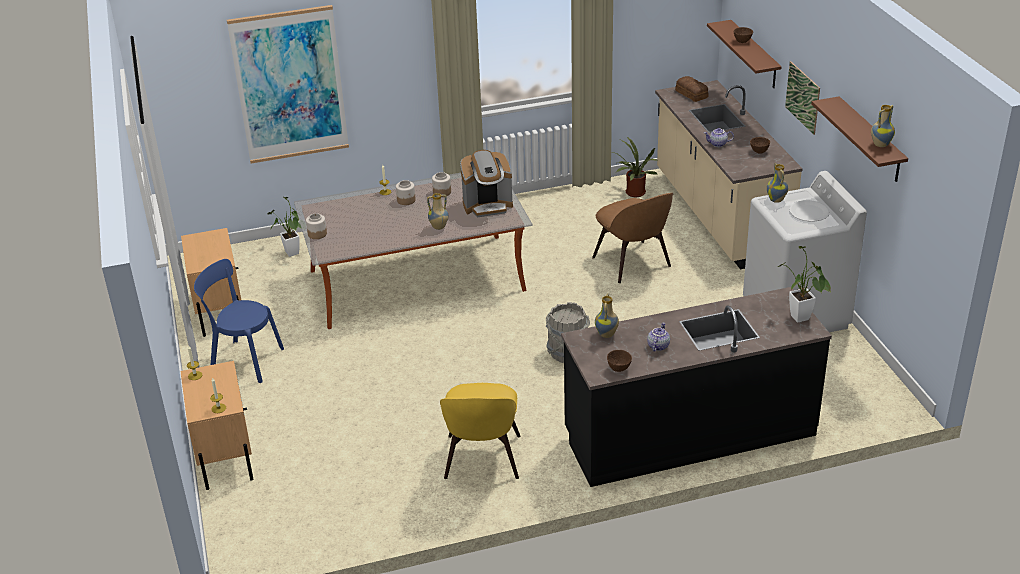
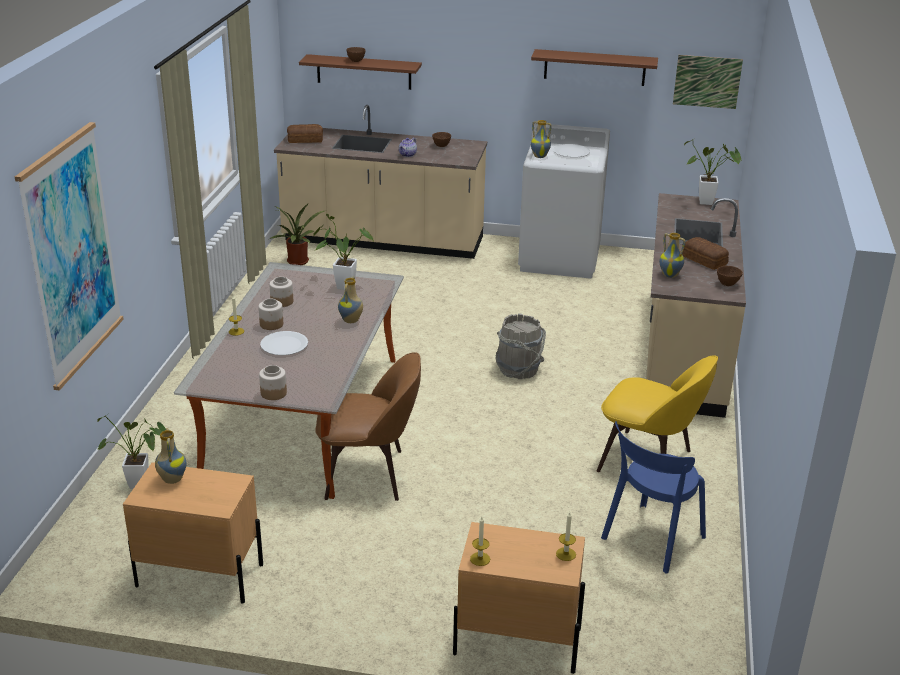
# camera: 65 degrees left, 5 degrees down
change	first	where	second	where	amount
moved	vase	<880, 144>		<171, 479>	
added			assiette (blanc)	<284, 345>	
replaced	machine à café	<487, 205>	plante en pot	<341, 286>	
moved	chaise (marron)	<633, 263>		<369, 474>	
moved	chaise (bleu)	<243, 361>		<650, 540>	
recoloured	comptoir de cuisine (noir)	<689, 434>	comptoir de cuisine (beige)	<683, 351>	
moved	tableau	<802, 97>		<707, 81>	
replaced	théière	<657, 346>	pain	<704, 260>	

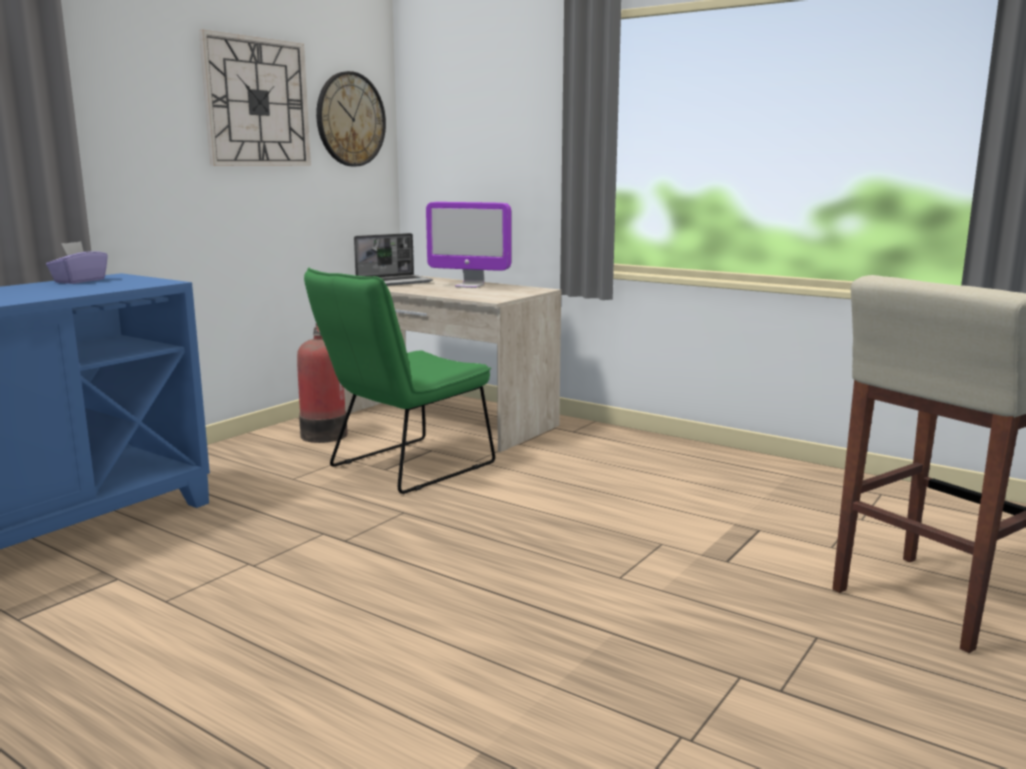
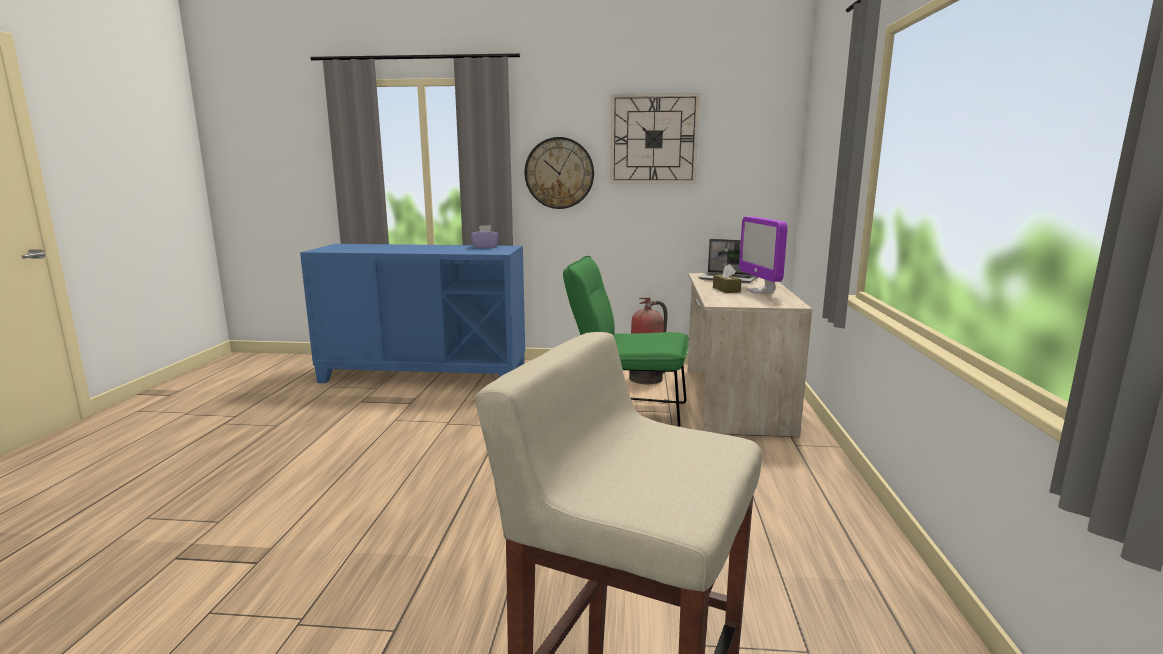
# camera: 60 degrees right, 0 degrees up
change	first	where	second	where	amount
moved	horloge murale	<350, 119>		<559, 173>	
added			boîte à mouchoirs (marron)	<726, 290>	

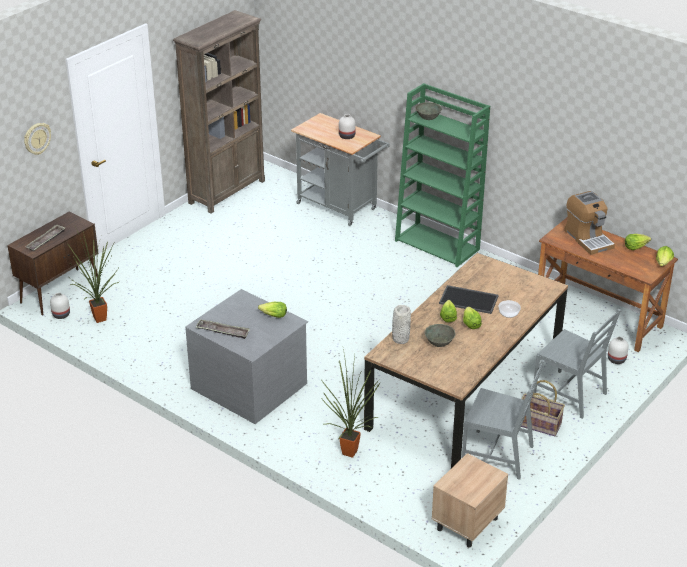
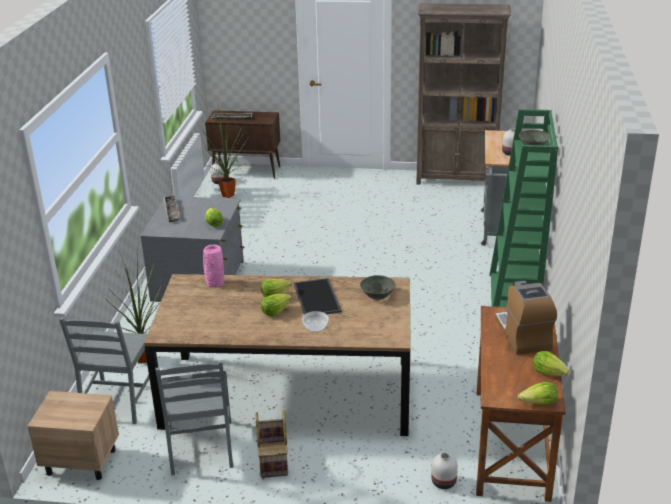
# camera: 60 degrees right, 5 degrees down
change	first	where	second	where	amount
moved	chaise (gris)	<570, 394>		<119, 401>	
recoloured	vase (gris)	<400, 339>	vase (rose)	<214, 282>	
moved	bol (gris)	<439, 342>		<378, 295>	
turned	machine à café	<588, 239>		<523, 335>	135 degrees clockwise
removed	horloge murale	<37, 138>			

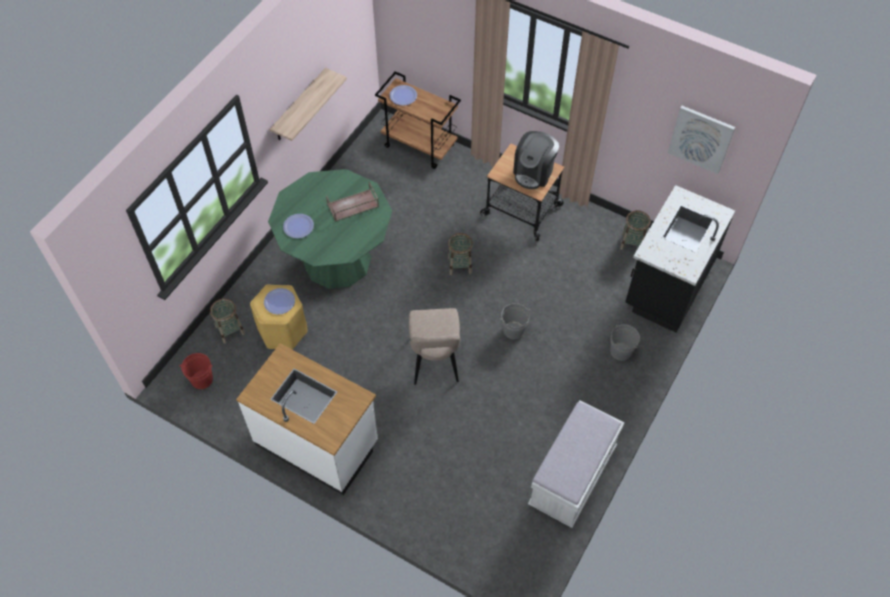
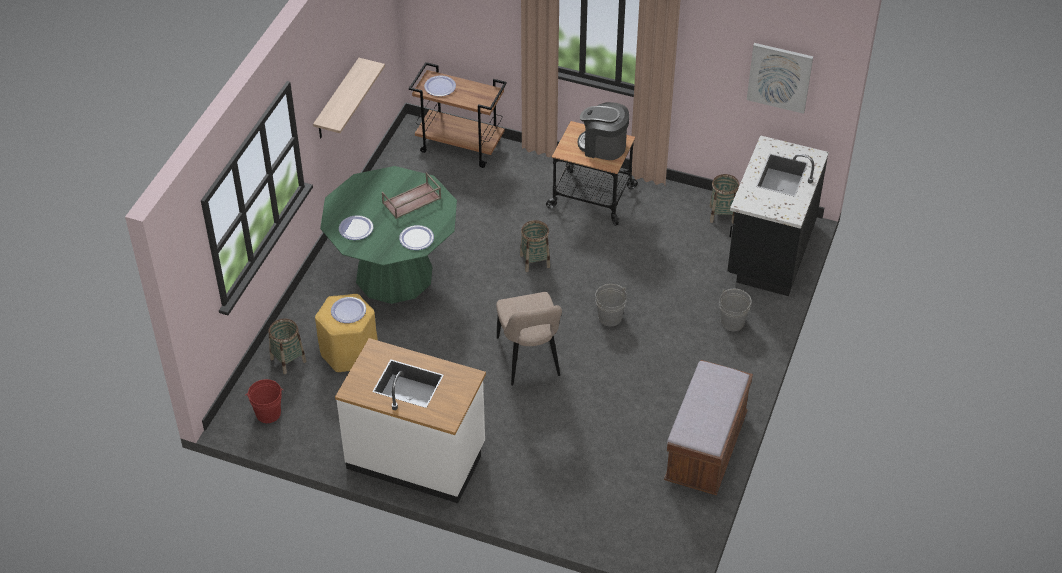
# camera: 10 degrees left, 10 degrees down
change	first	where	second	where	amount
added			assiette	<416, 238>	
turned	machine à café	<534, 172>		<603, 146>	90 degrees clockwise
recoloured	banc (blanc)	<572, 476>	banc (marron)	<706, 449>	

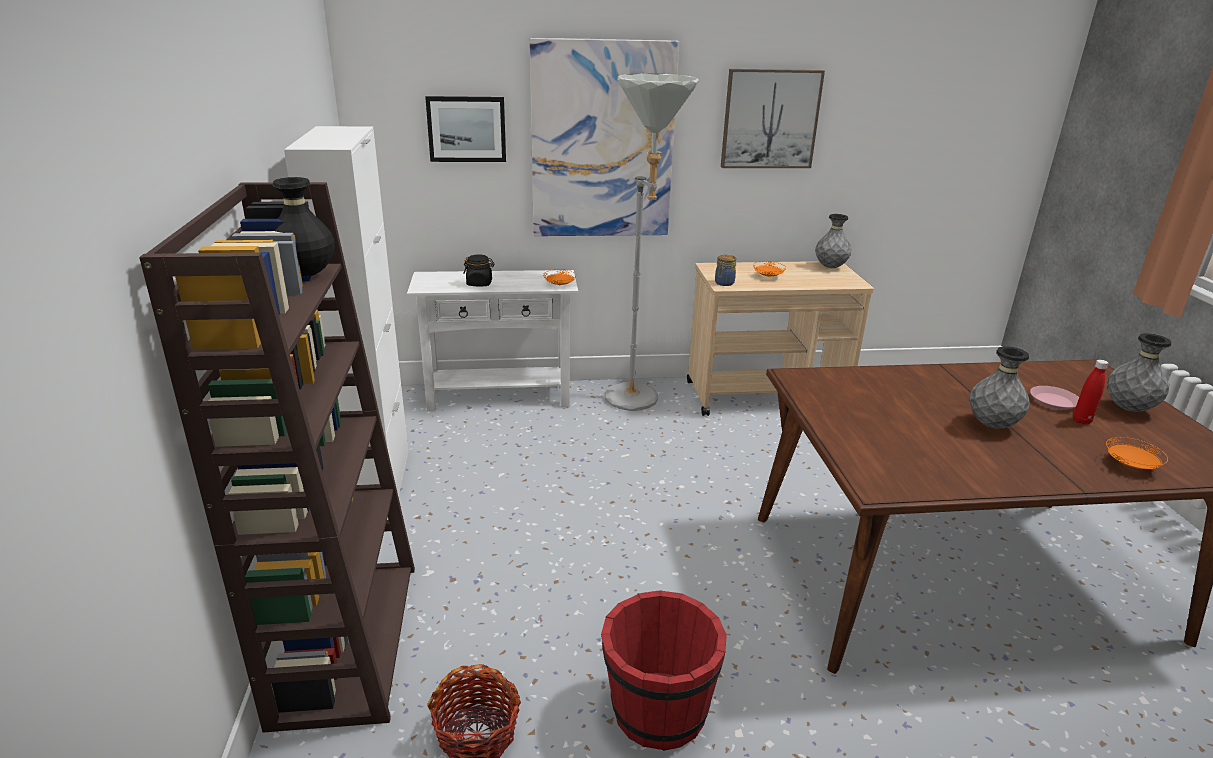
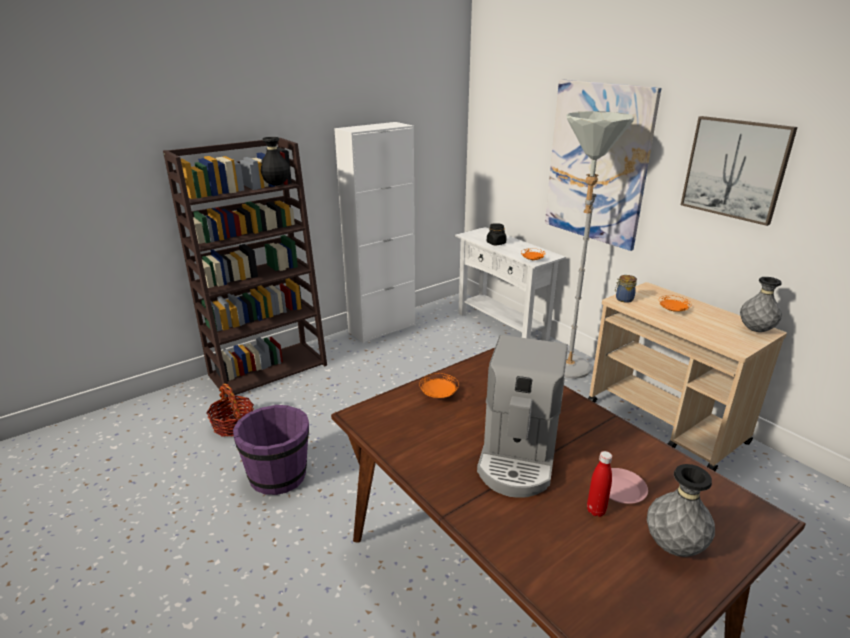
# camera: 60 degrees right, 0 degrees up
change	first	where	second	where	amount
recoloured	seau (rouge)	<658, 710>	seau (violet)	<278, 475>	
moved	assiette (orange)	<1130, 466>		<438, 395>	
replaced	vase (gris)	<991, 425>	machine à café	<518, 455>	
removed	tableau	<466, 129>			

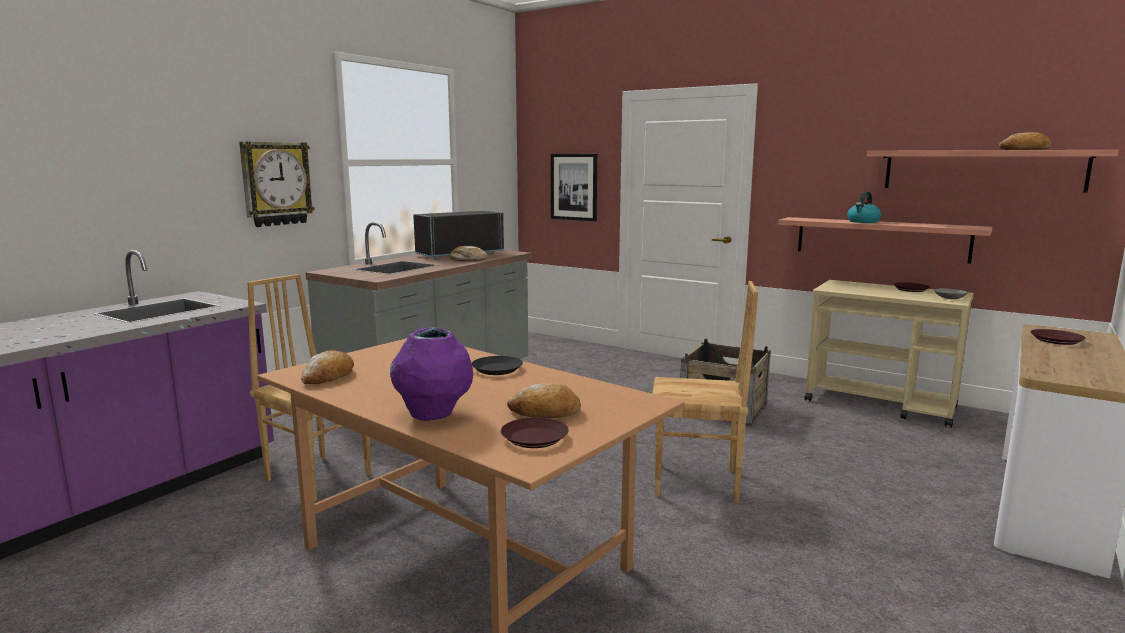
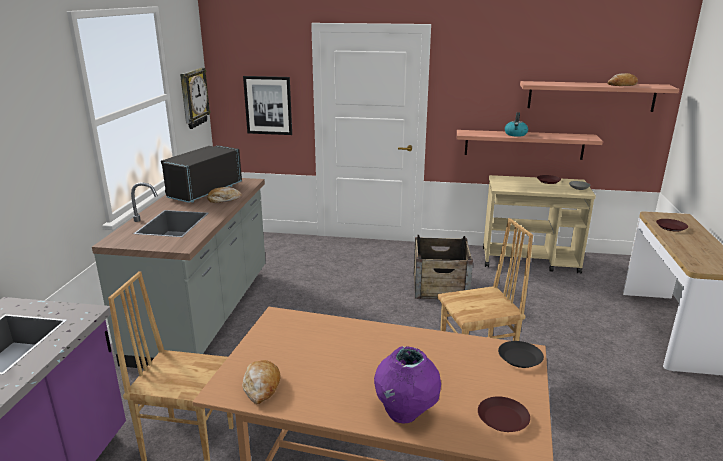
# camera: 25 degrees left, 10 degrees up
change	first	where	second	where	amount
moved	horloge murale	<276, 183>		<193, 98>	
moved	assiette (noir)	<497, 369>		<520, 358>	
removed	pain	<545, 412>			

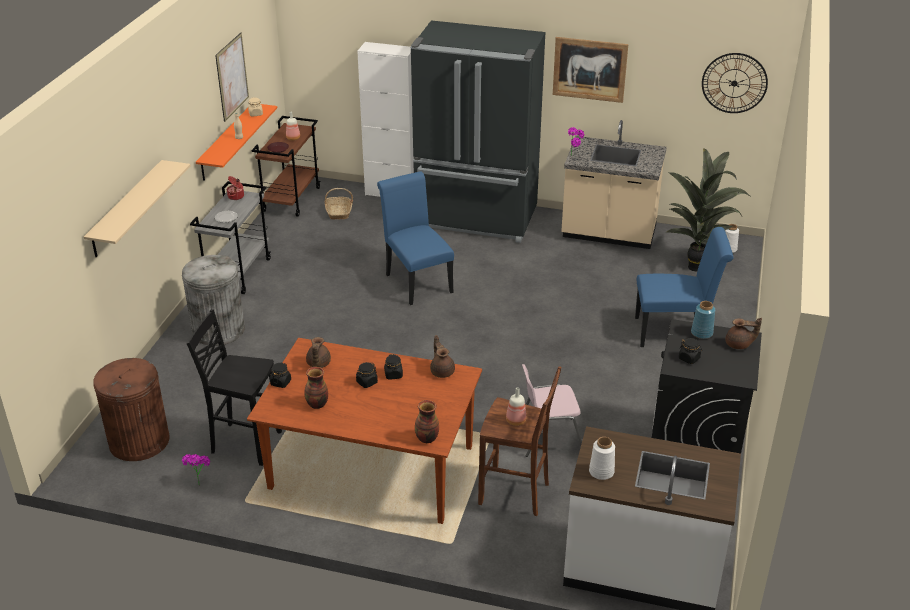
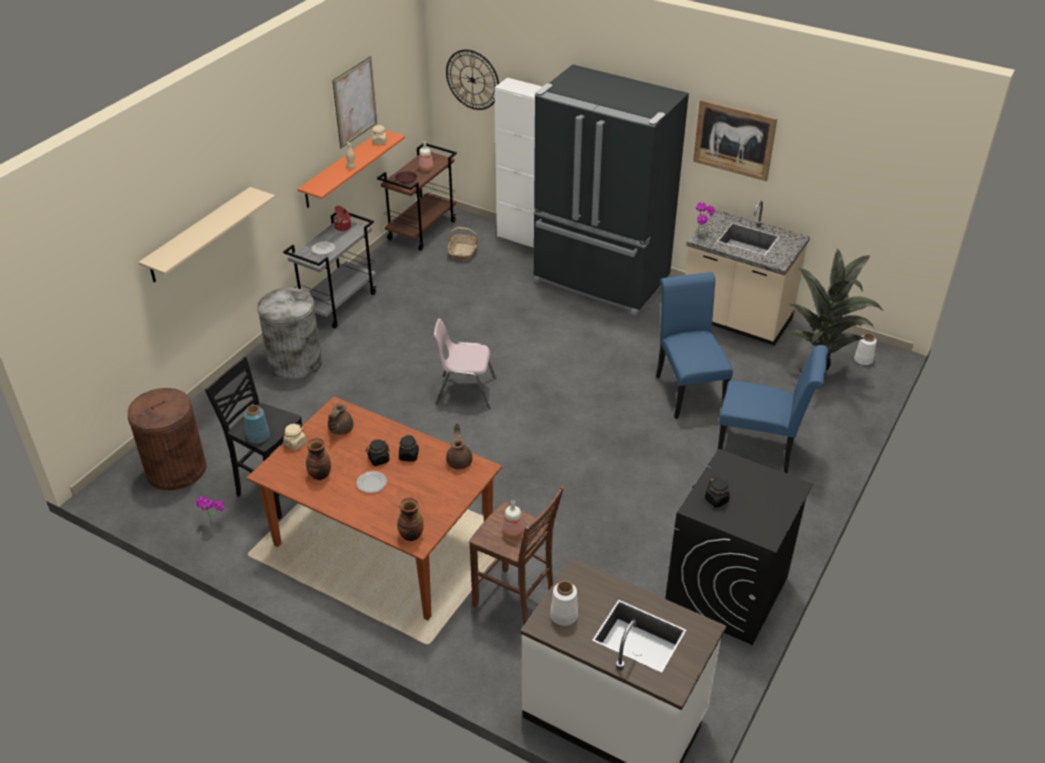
# camera: 15 degrees right, 5 degrees up
change	first	where	second	where	amount
moved	vase (bleu)	<701, 333>		<258, 436>	
recoloured	bocal (noir)	<281, 382>	bocal (beige)	<295, 443>	
added			assiette	<371, 483>	
moved	chaise (rose)	<548, 437>		<465, 391>	
moved	horloge murale	<734, 83>		<472, 80>	
moved	chaise (bleu)	<416, 281>		<688, 389>	
removed	théière (marron)	<739, 345>			

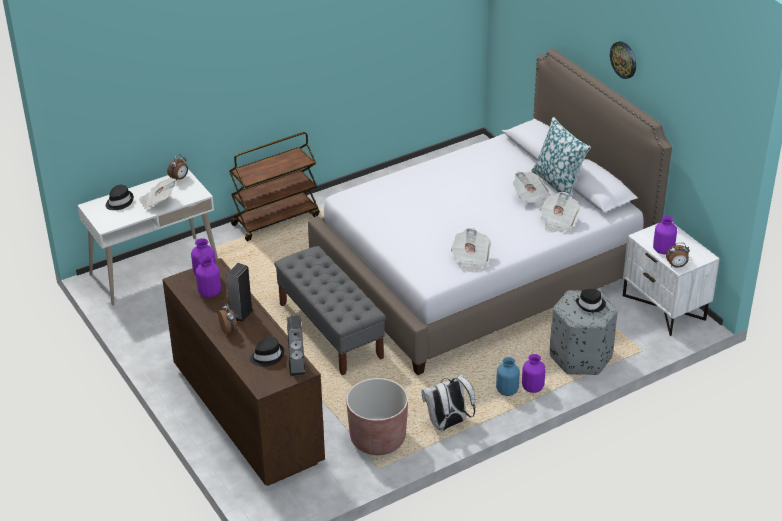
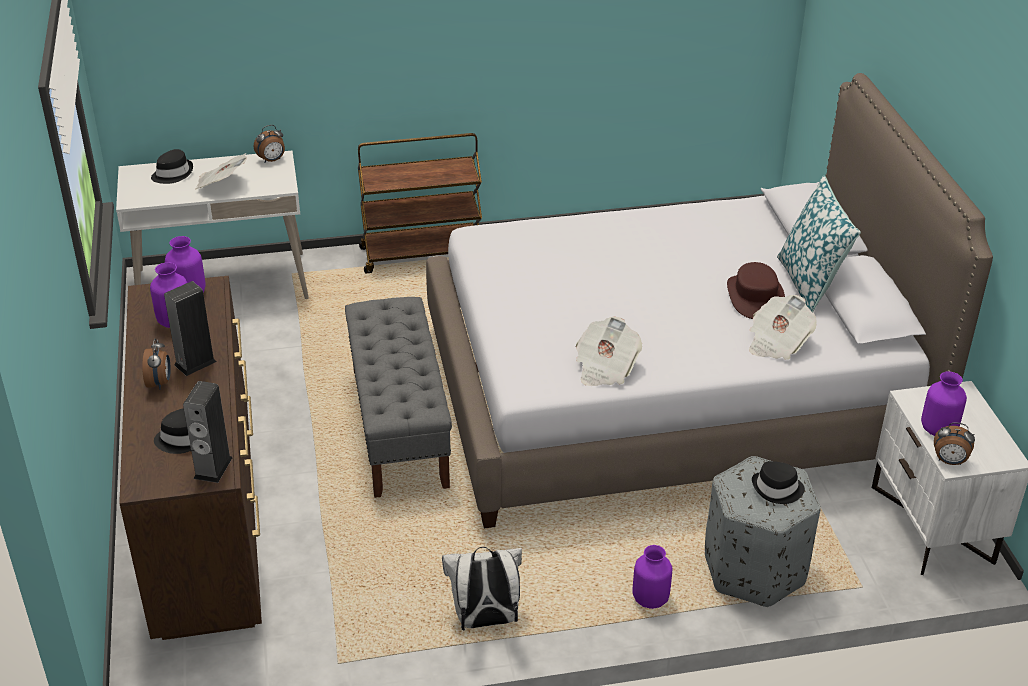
# camera: 20 degrees right, 0 degrees up
change	first	where	second	where	amount
replaced	journal	<531, 198>	chapeau (marron)	<755, 297>	
removed	cache-pot (marron)	<378, 438>			
removed	vase (bleu)	<507, 391>			
removed	horloge murale	<624, 59>			

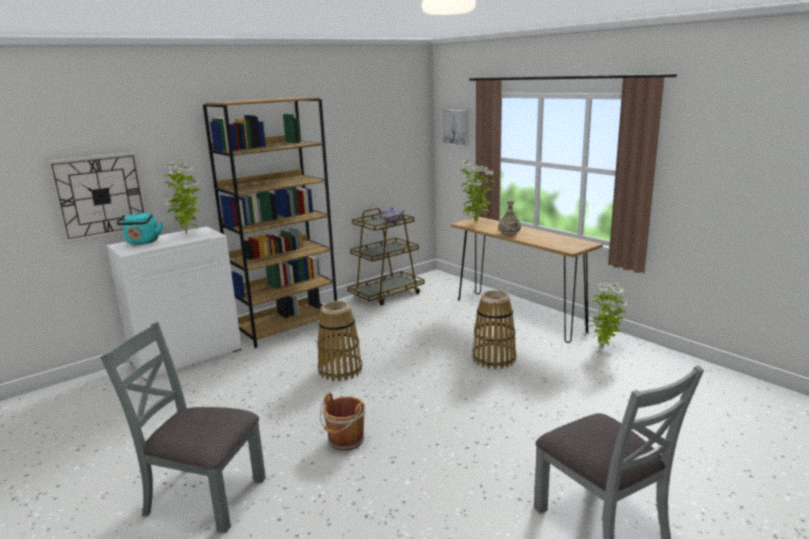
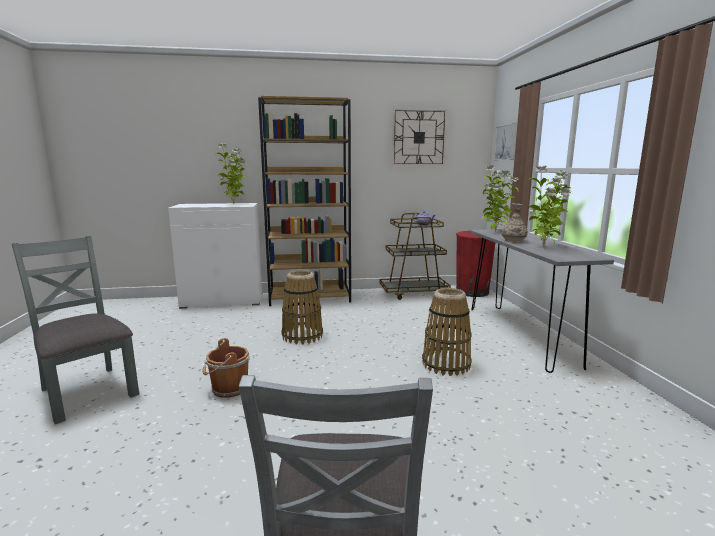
# camera: 30 degrees right, 5 degrees down
change	first	where	second	where	amount
moved	horloge murale	<100, 196>		<418, 137>	
added			poubelle (rouge)	<472, 292>	
recoloured	table console (marron)	<518, 315>	table console (gris)	<519, 335>	
moved	plante en pot	<603, 349>		<544, 247>	
removed	bouilloire (turquoise)	<142, 242>			

